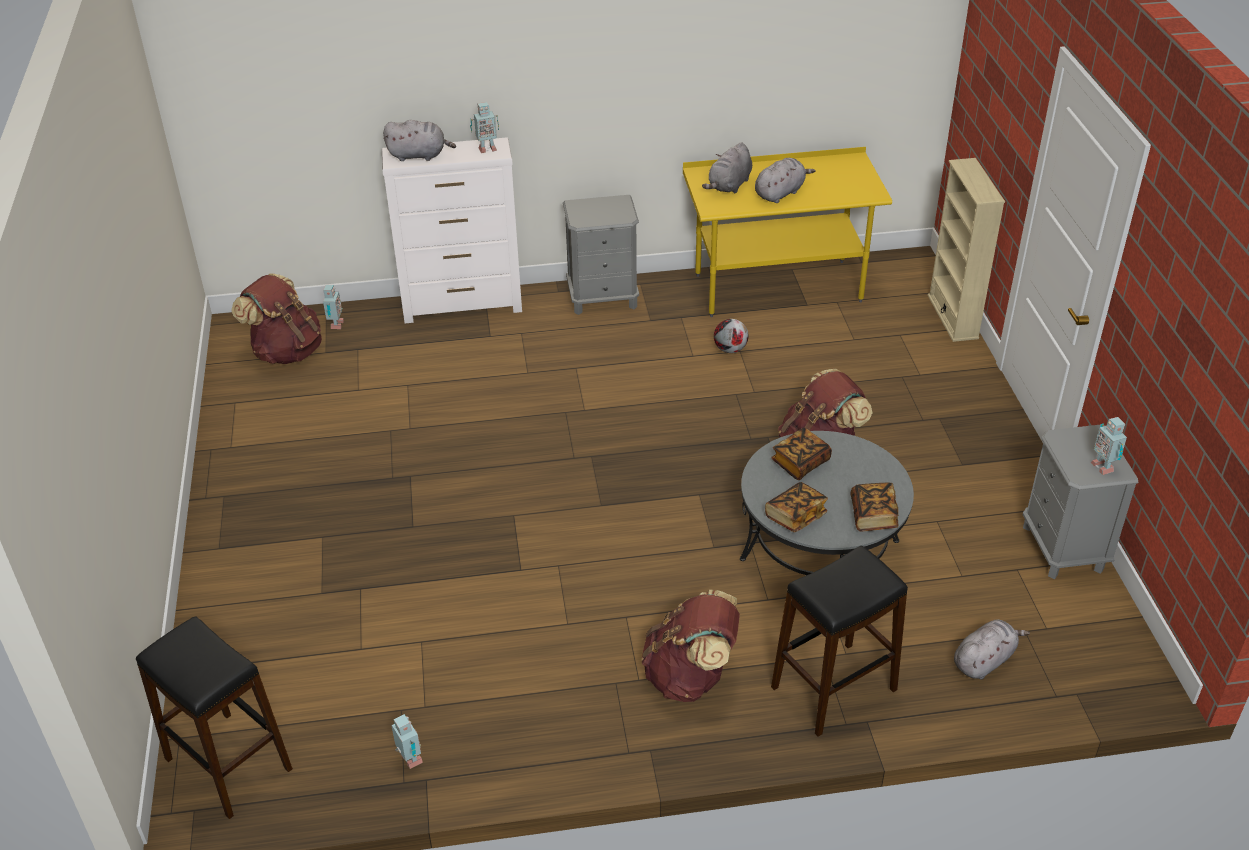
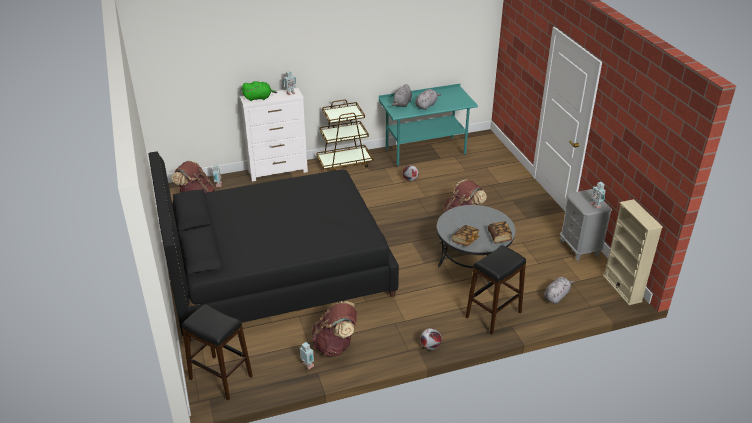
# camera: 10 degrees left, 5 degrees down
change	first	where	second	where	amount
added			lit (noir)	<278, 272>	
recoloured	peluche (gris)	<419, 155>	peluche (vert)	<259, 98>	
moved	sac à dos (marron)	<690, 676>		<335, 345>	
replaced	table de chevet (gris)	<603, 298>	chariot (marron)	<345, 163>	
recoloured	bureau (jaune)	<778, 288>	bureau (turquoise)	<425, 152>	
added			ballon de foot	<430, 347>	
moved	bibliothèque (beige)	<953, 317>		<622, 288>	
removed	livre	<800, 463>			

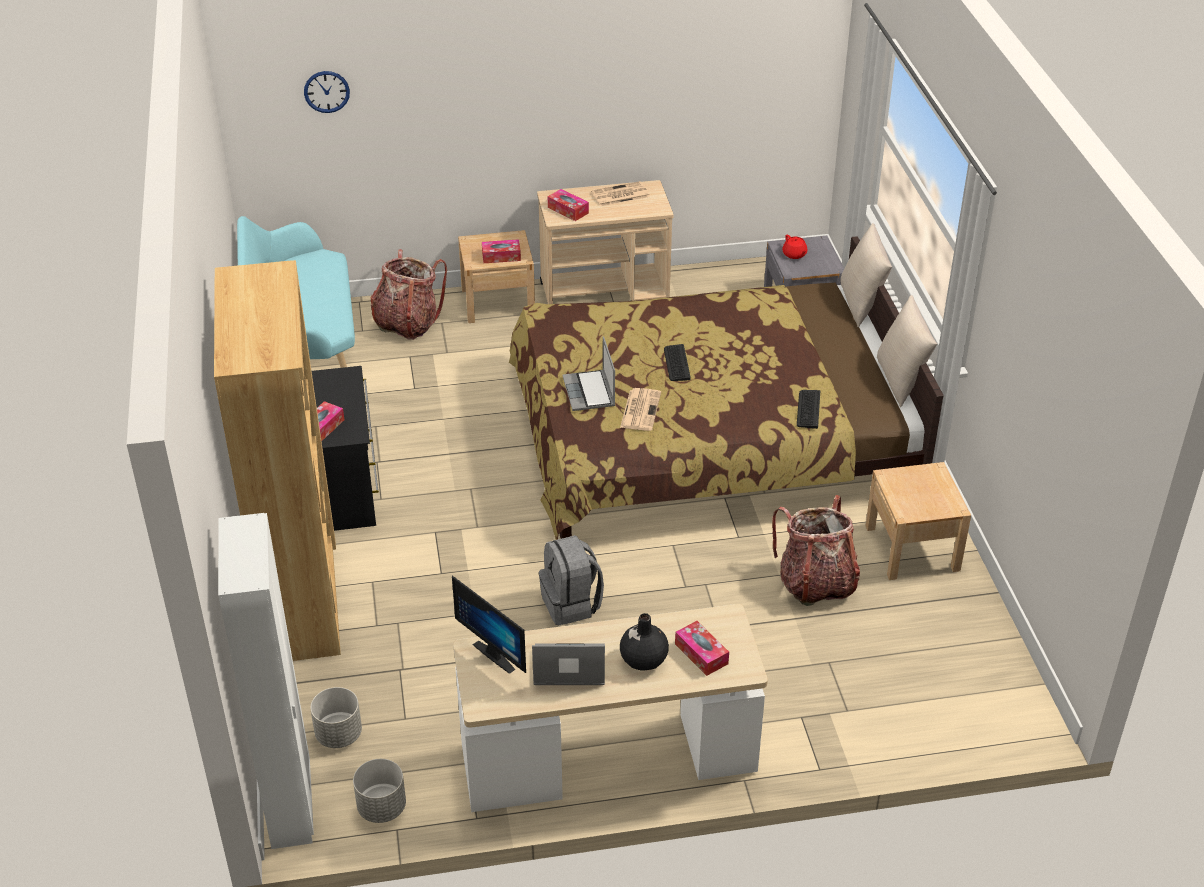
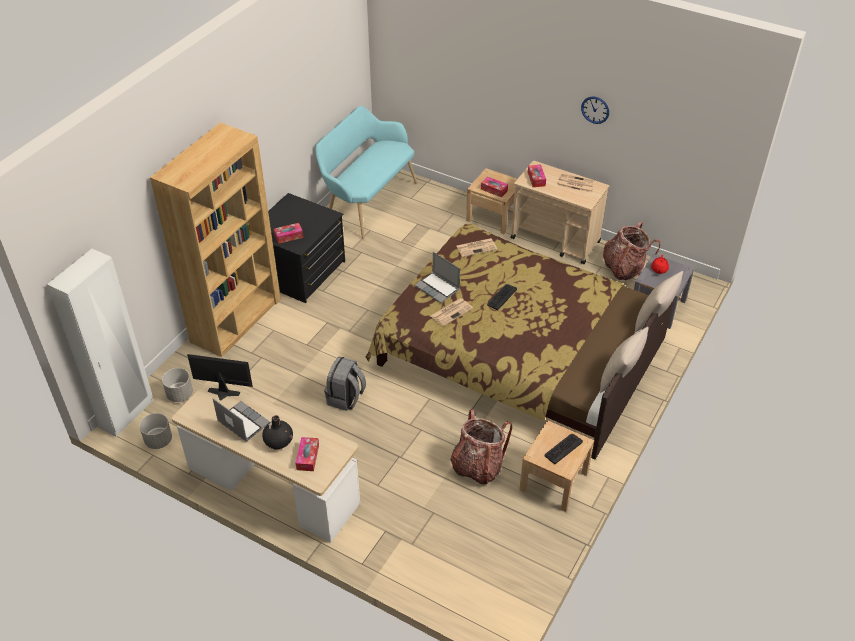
# camera: 40 degrees right, 5 degrees up
change	first	where	second	where	amount
turned	écran d'ordinateur	<498, 653>		<222, 395>	105 degrees clockwise
turned	ordinateur portable	<590, 392>		<438, 288>	75 degrees counterclockwise
added			journal	<477, 247>	
moved	clavier	<808, 409>		<563, 448>	
moved	horloge murale	<326, 91>		<595, 110>	
moved	sac à dos	<407, 323>		<624, 268>	

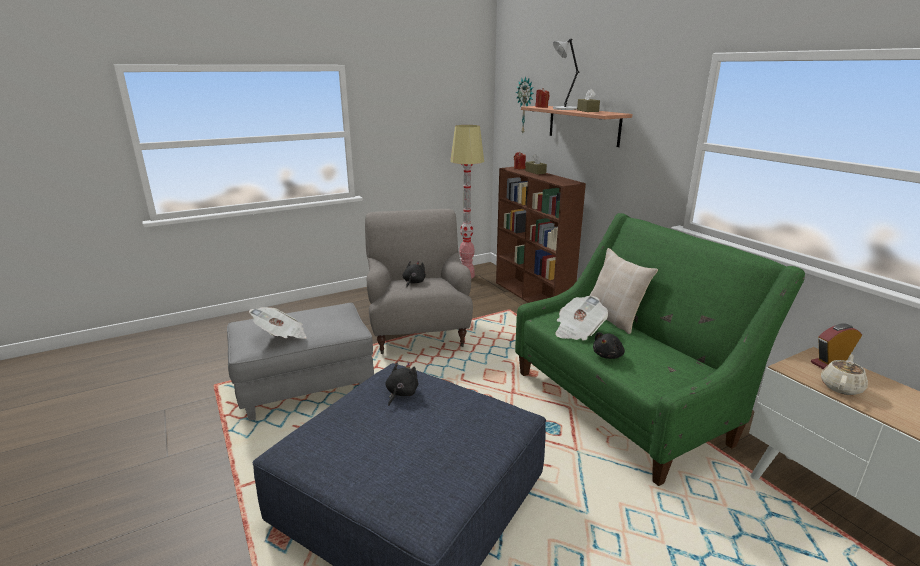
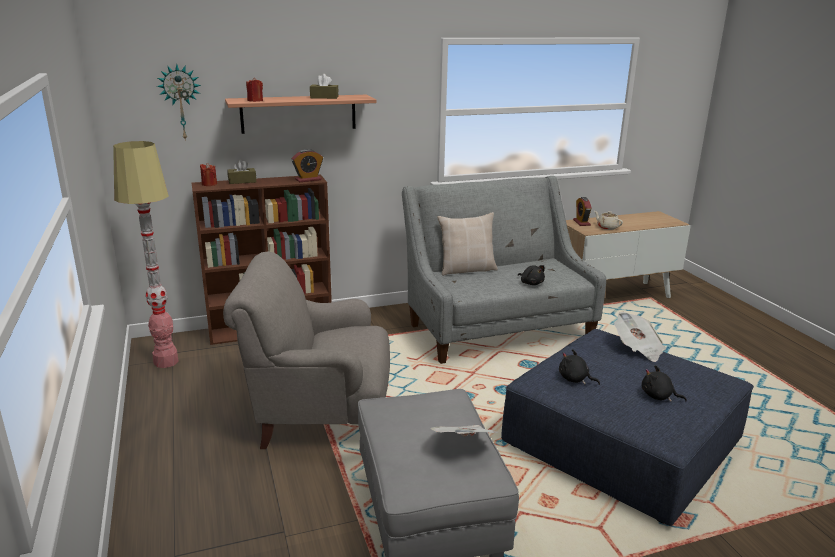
# camera: 80 degrees left, 0 degrees up
change	first	where	second	where	amount
added			réveil	<308, 179>	
recoloured	canapé (vert)	<625, 403>	canapé (gris)	<496, 328>	
moved	journal	<578, 331>		<638, 349>	
moved	peluche (noir)	<413, 282>		<658, 396>	
removed	lampe de table (gris)	<563, 109>			

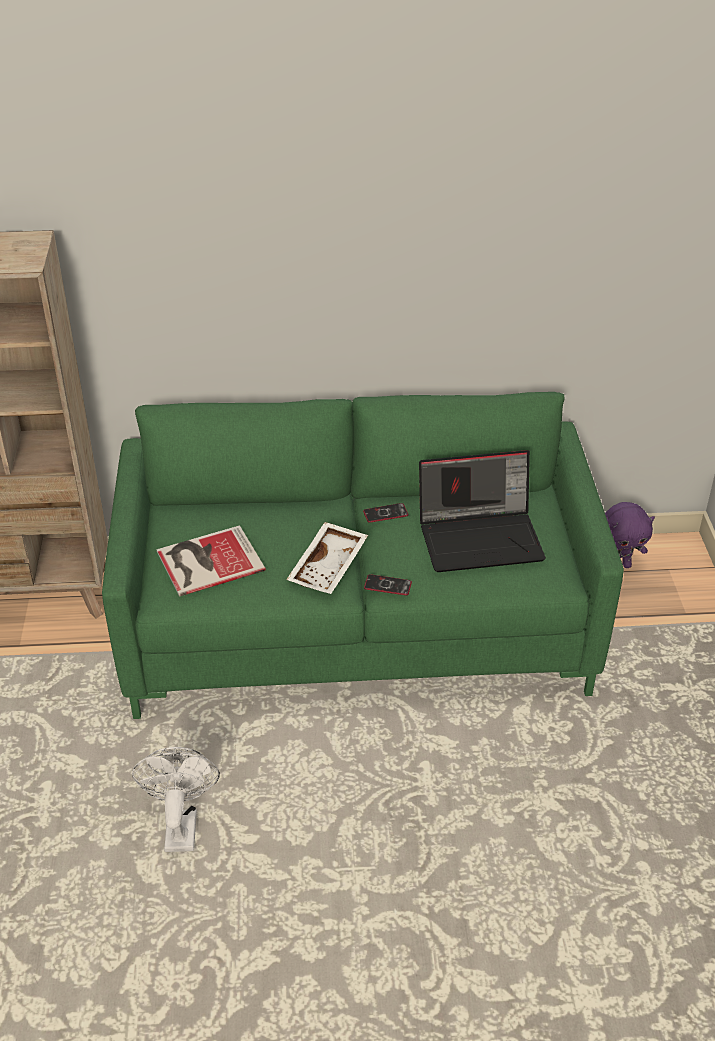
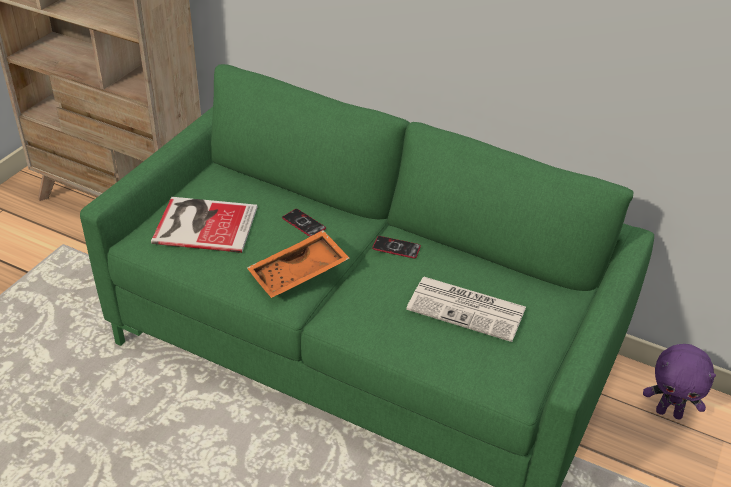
# camera: 30 degrees right, 0 degrees up
change	first	where	second	where	amount
recoloured	plateau (blanc)	<329, 567>	plateau (orange)	<299, 274>	
moved	téléphone	<387, 585>		<303, 223>	
replaced	ordinateur portable	<481, 537>	journal	<468, 309>	
removed	ventilateur (blanc)	<180, 824>			

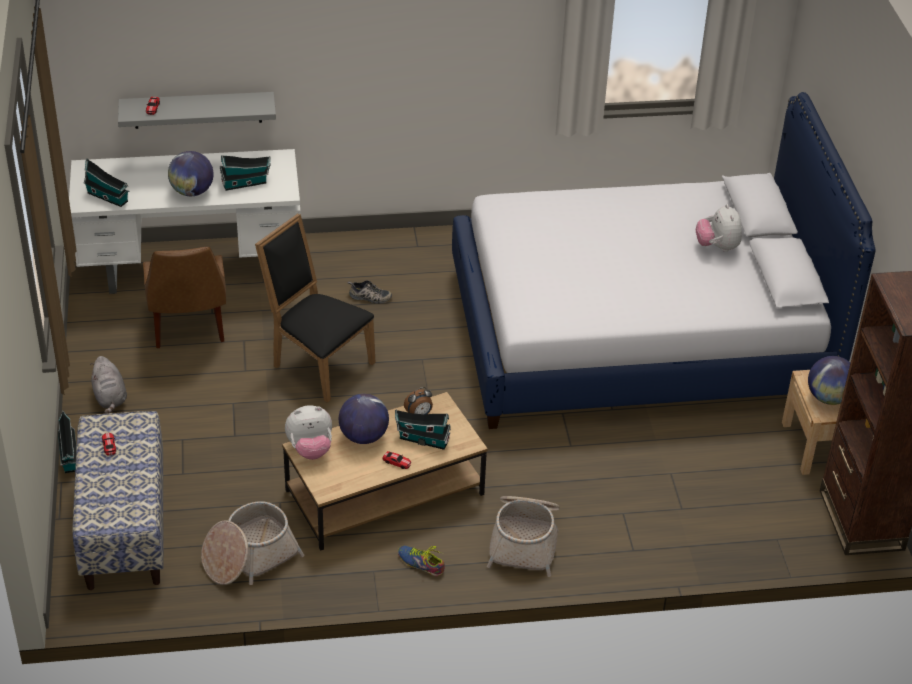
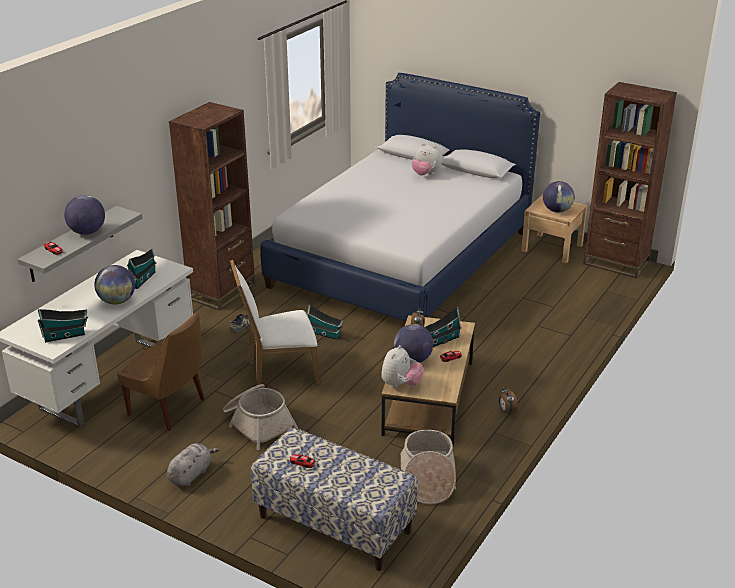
# camera: 50 degrees left, 10 degrees down
change	first	where	second	where	amount
added			globe	<87, 232>	
turned	peluche (gris)	<110, 398>		<191, 474>	75 degrees counterclockwise
added			bibliothèque (marron)	<222, 292>	
moved	panier	<525, 540>		<258, 423>	
recoloured	chaise (noir)	<317, 364>	chaise (blanc)	<279, 371>	
moved	maison miniature	<69, 457>		<325, 334>	
replaced	chaussure	<421, 563>	réveil	<506, 411>	

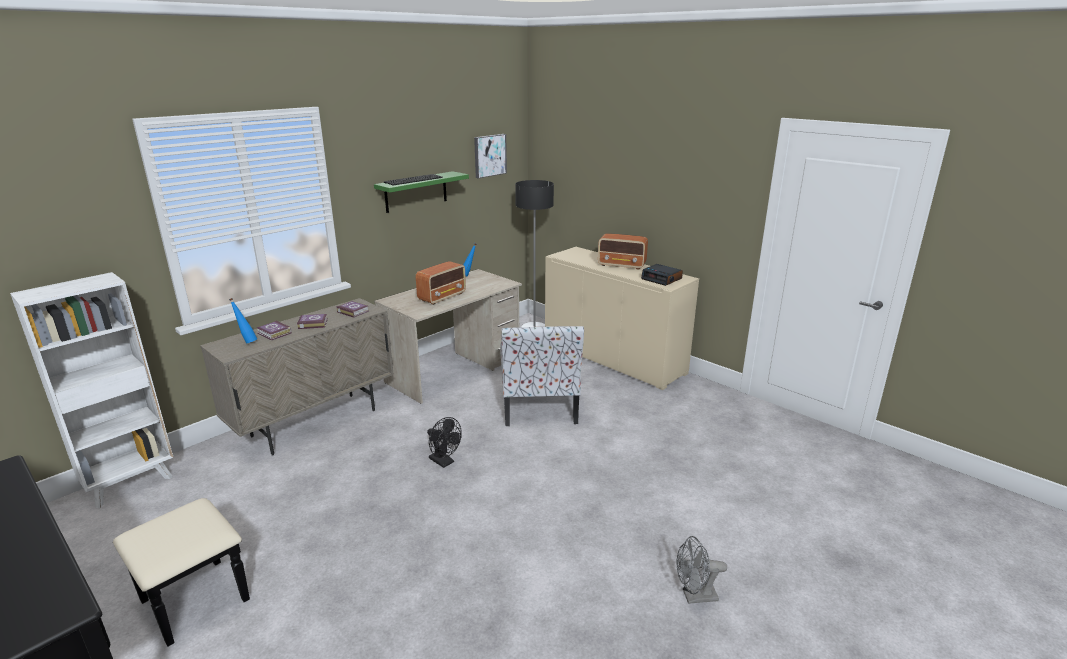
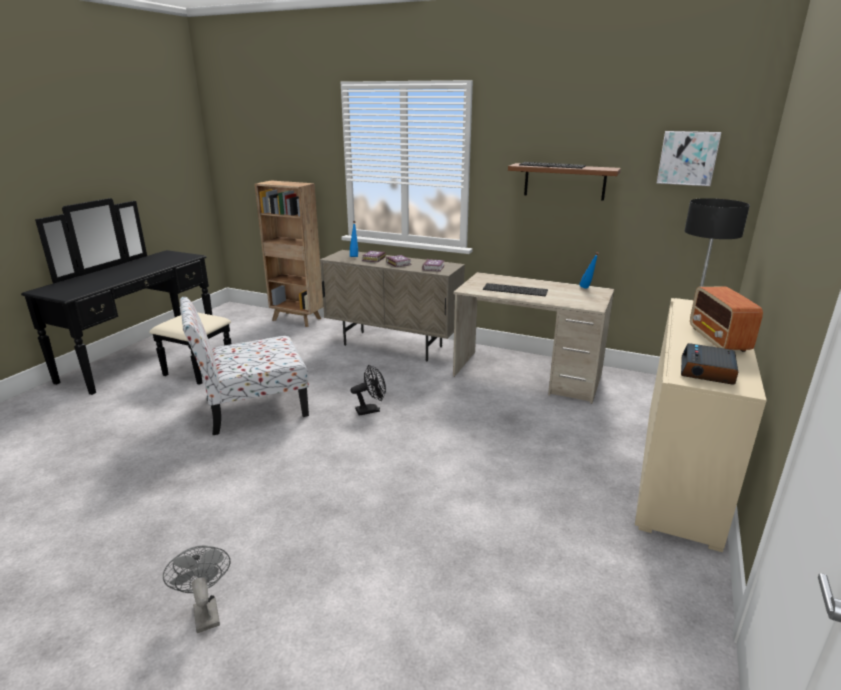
# camera: 70 degrees right, 0 degrees up
change	first	where	second	where	amount
moved	chaise	<539, 404>		<253, 407>	
recoloured	bibliothèque (blanc)	<131, 483>	bibliothèque (marron)	<297, 319>	
turned	ventilateur (noir)	<444, 462>		<371, 410>	135 degrees counterclockwise
replaced	radio	<442, 297>	clavier	<516, 290>	
recoloured	étagère (vert)	<416, 192>	étagère (marron)	<564, 181>	

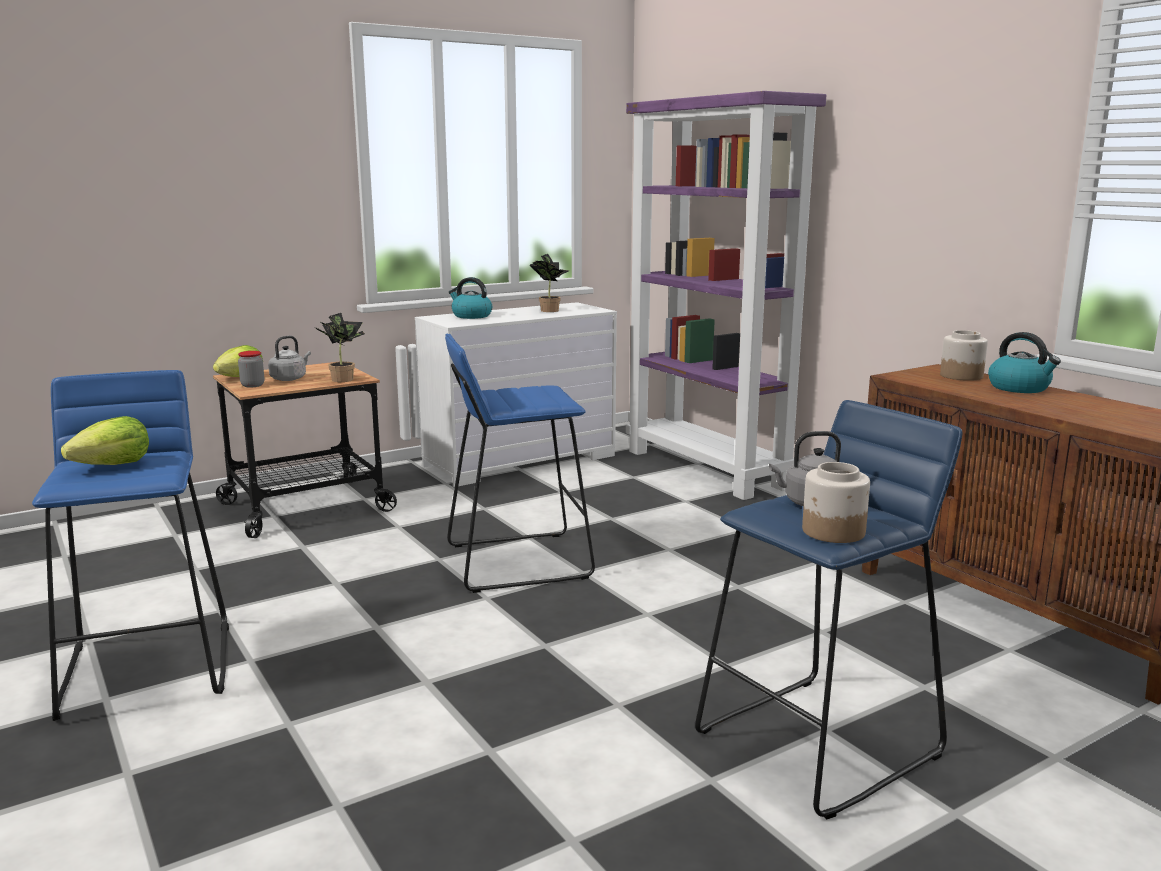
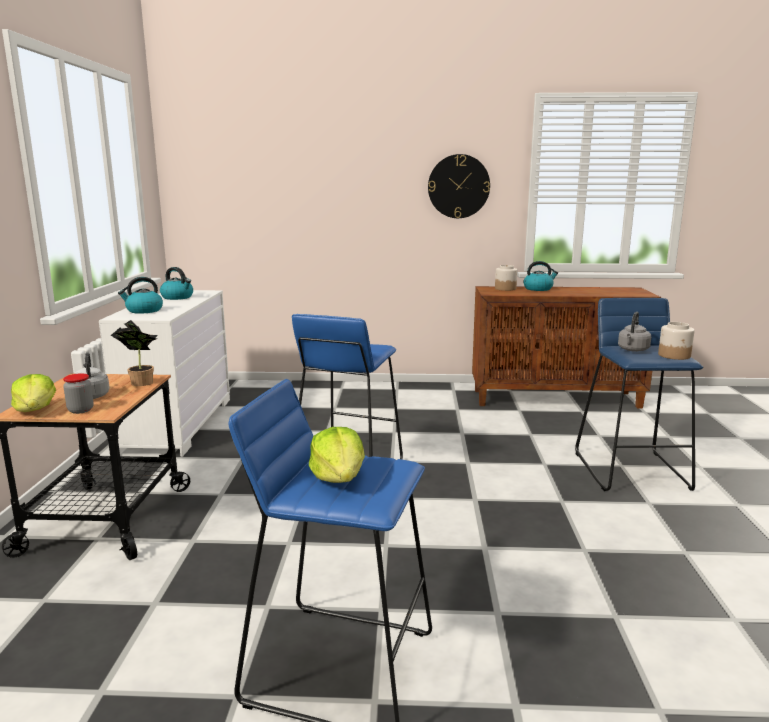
# camera: 55 degrees left, 0 degrees up
change	first	where	second	where	amount
replaced	plante en pot	<548, 310>	bouilloire	<178, 297>	
added			horloge murale	<458, 186>	
removed	bibliothèque (violet)	<707, 469>			

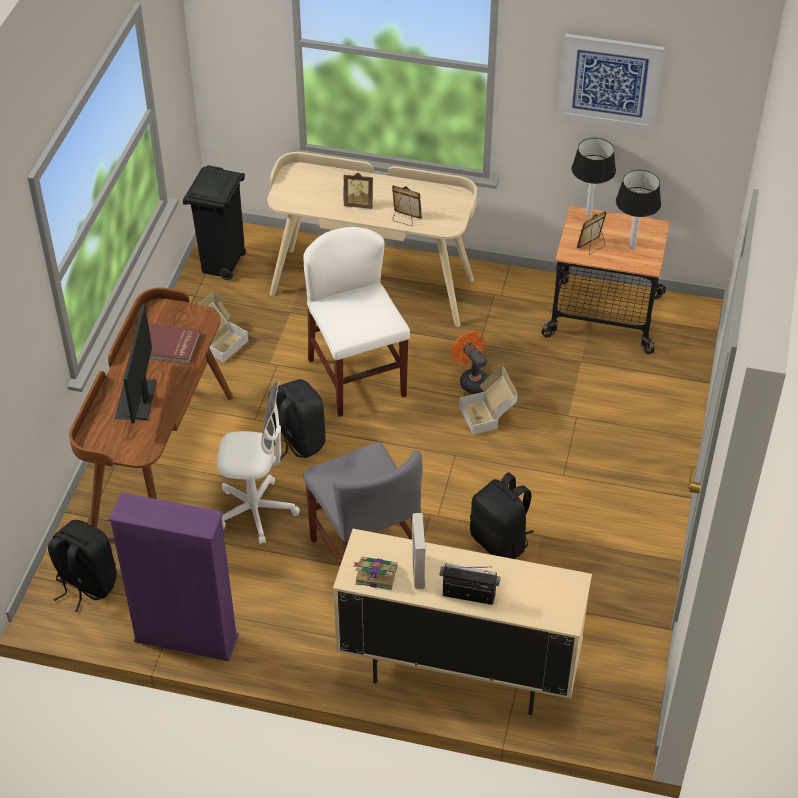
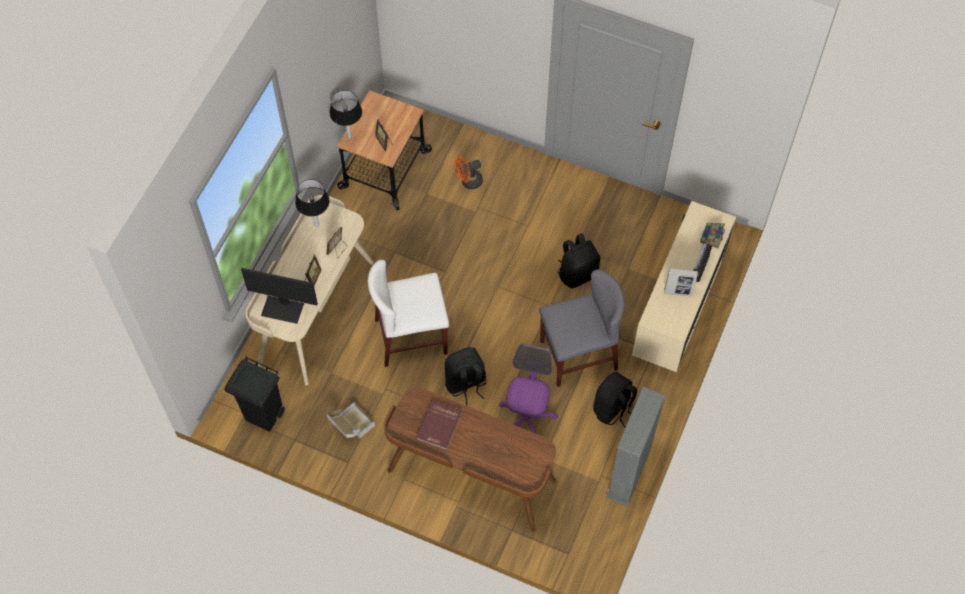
# camera: 80 degrees left, 15 degrees up
change	first	where	second	where	amount
moved	écran d'ordinateur	<137, 400>		<283, 308>	
moved	lampe de table	<632, 246>		<316, 224>	
moved	ventilateur (orange)	<471, 380>		<468, 182>	
recoloured	chaise de bureau (blanc)	<256, 511>	chaise de bureau (violet)	<526, 418>	
moved	sac à dos (noir)	<86, 584>		<613, 409>	
recoloured	bibliothèque (violet)	<186, 638>	bibliothèque (gris)	<629, 473>	
moved	livre	<375, 574>		<712, 237>	
removed	carton	<488, 415>			
removed	tableau	<610, 81>			

